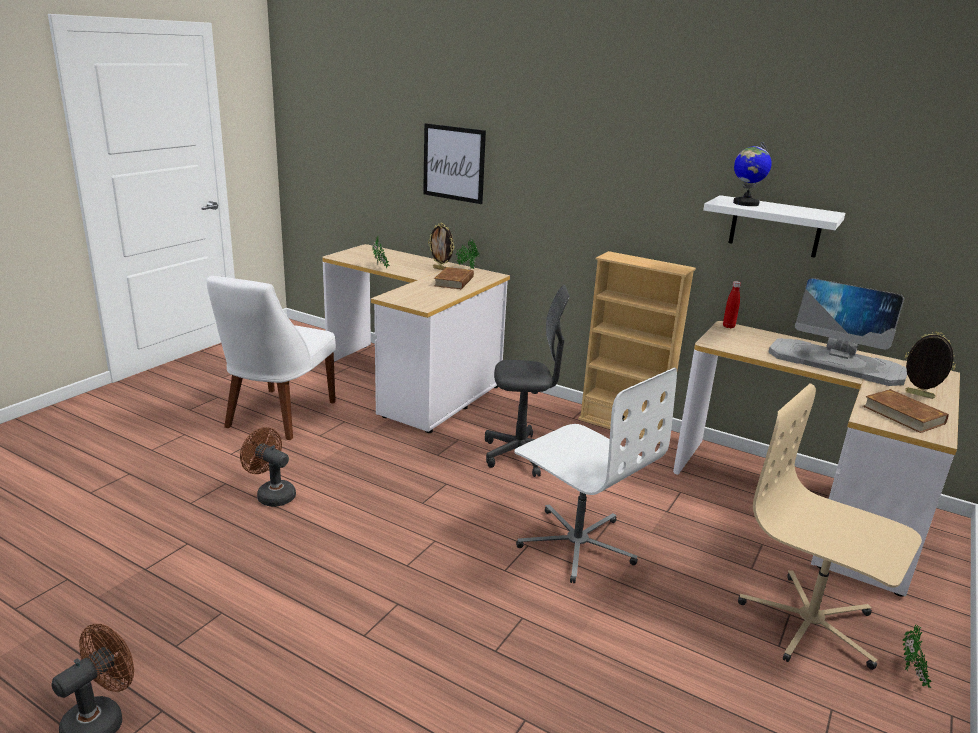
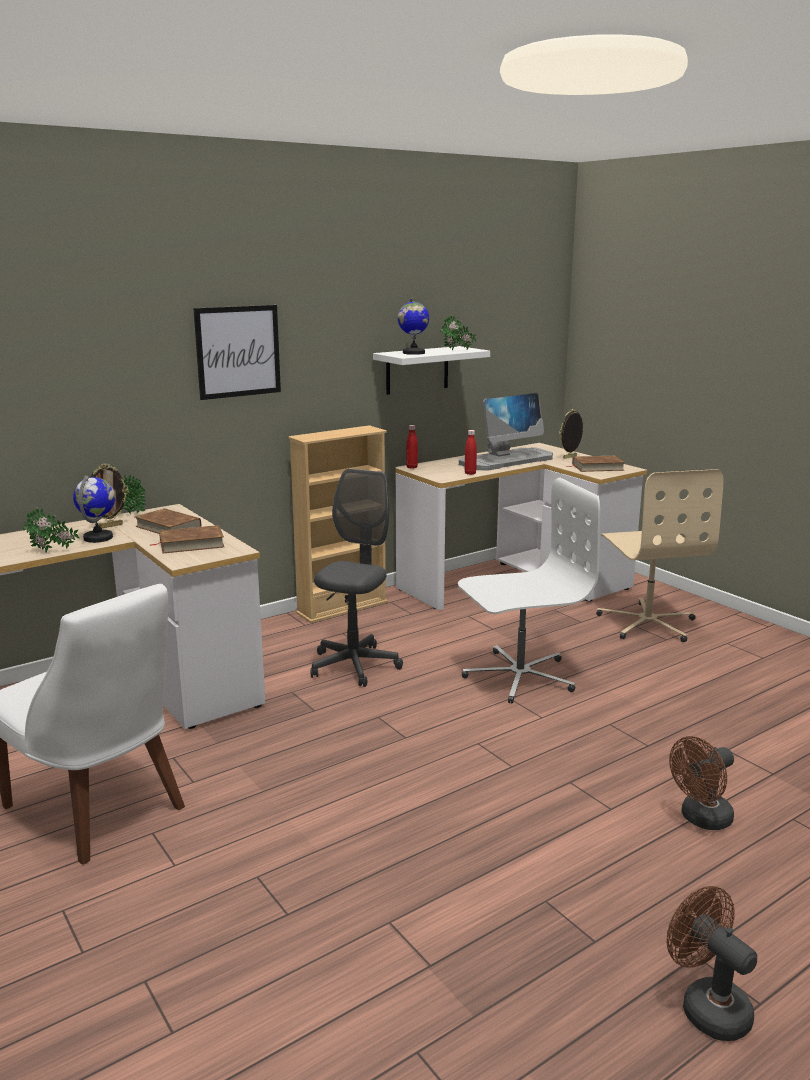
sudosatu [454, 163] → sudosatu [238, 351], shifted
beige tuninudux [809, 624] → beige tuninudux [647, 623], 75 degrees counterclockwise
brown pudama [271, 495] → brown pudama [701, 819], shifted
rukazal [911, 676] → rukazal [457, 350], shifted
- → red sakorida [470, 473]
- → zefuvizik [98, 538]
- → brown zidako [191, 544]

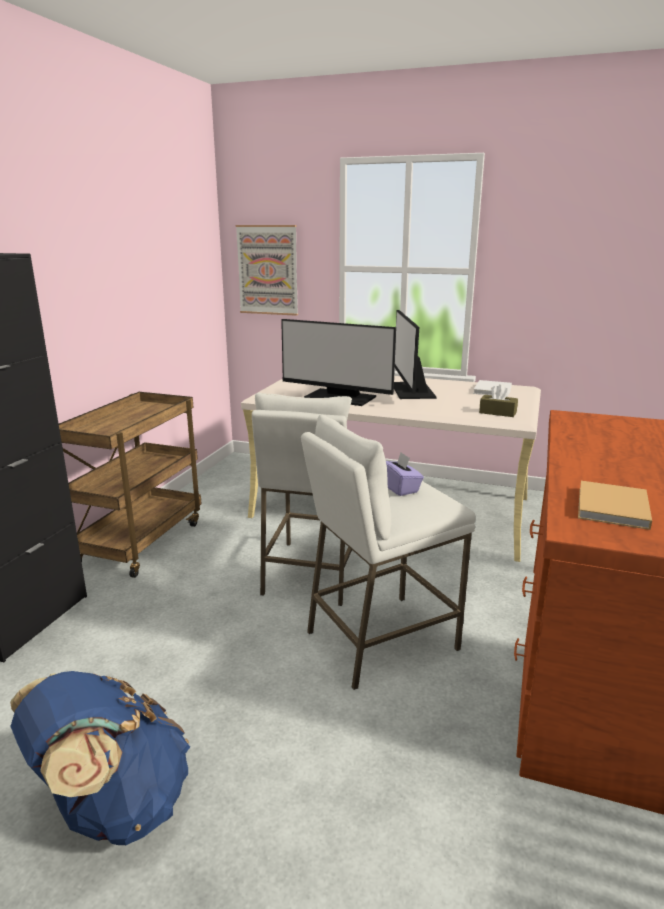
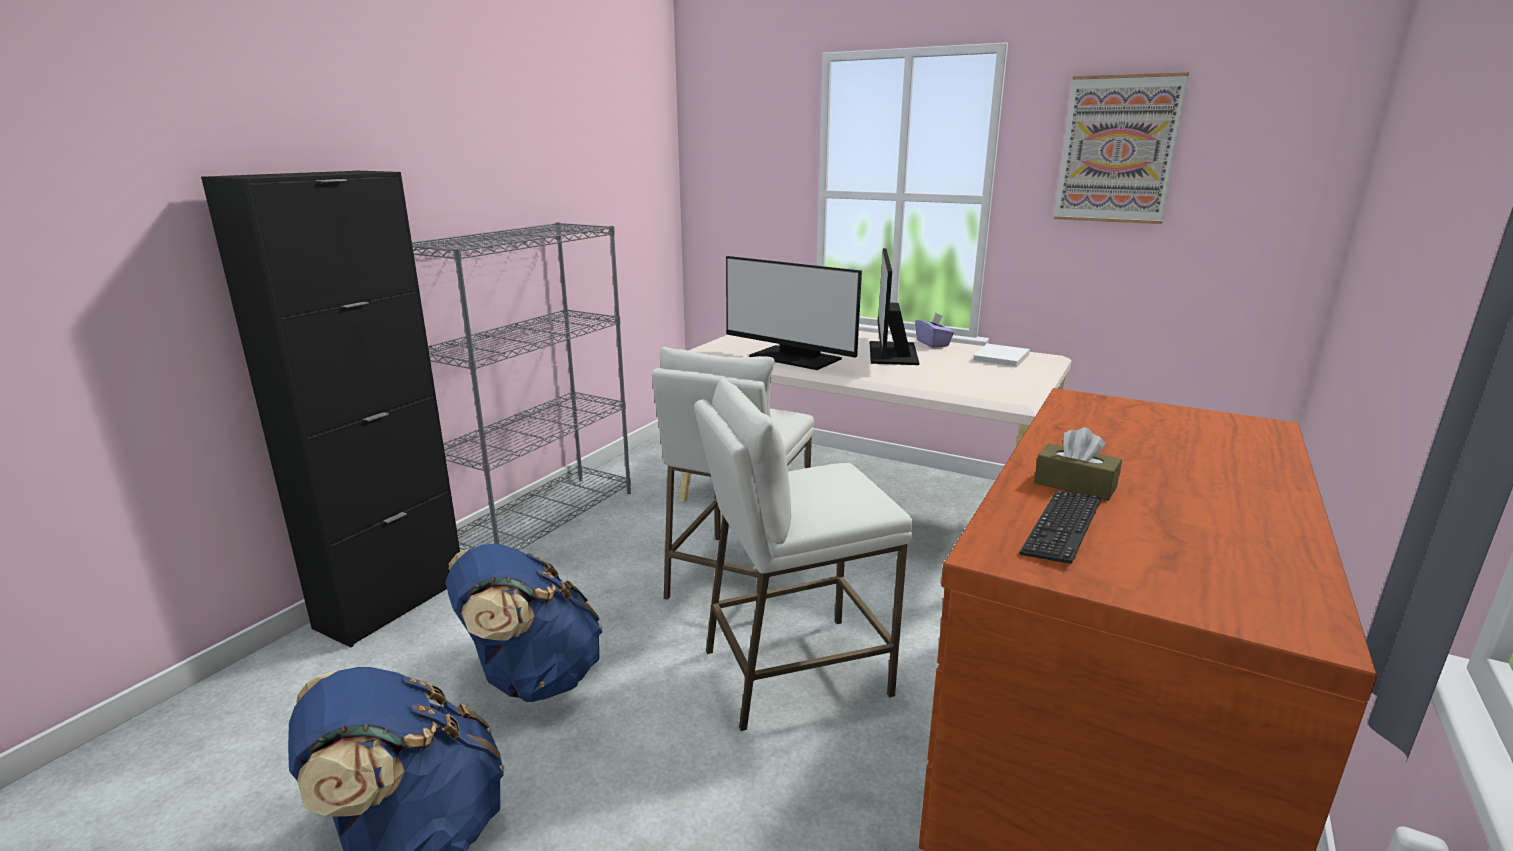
sudosatu [268, 270] → sudosatu [1117, 150], shifted
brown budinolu [497, 412] → brown budinolu [1075, 485], shifted
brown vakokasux [141, 541] → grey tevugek [545, 520]
purple budinolu [399, 488] → purple budinolu [933, 343], shifted
beige zidako [612, 508] → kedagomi [1062, 528]
- → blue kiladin [532, 678]

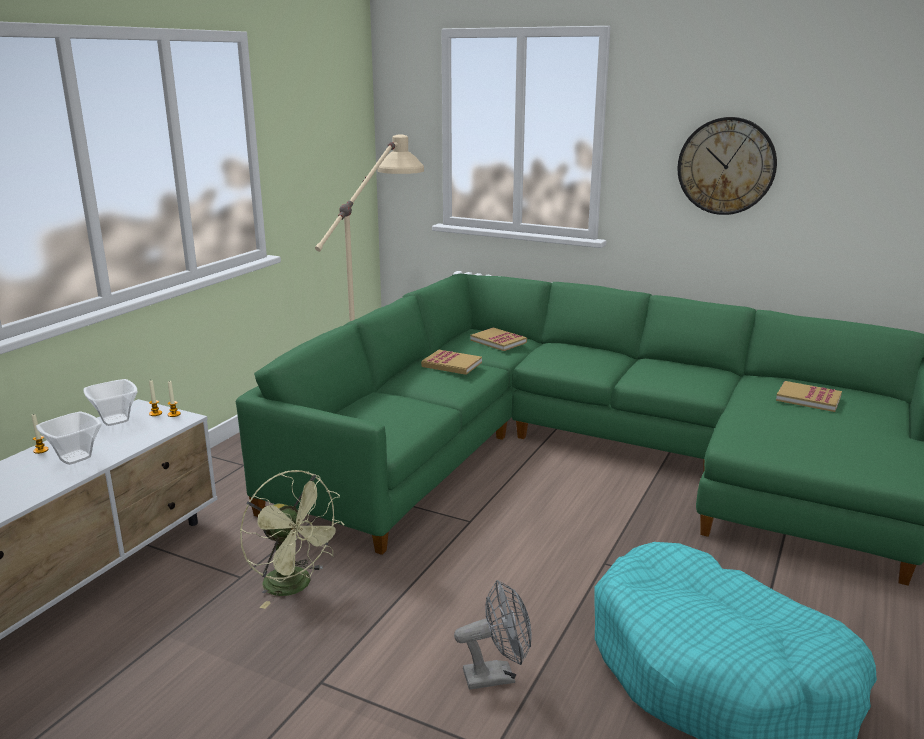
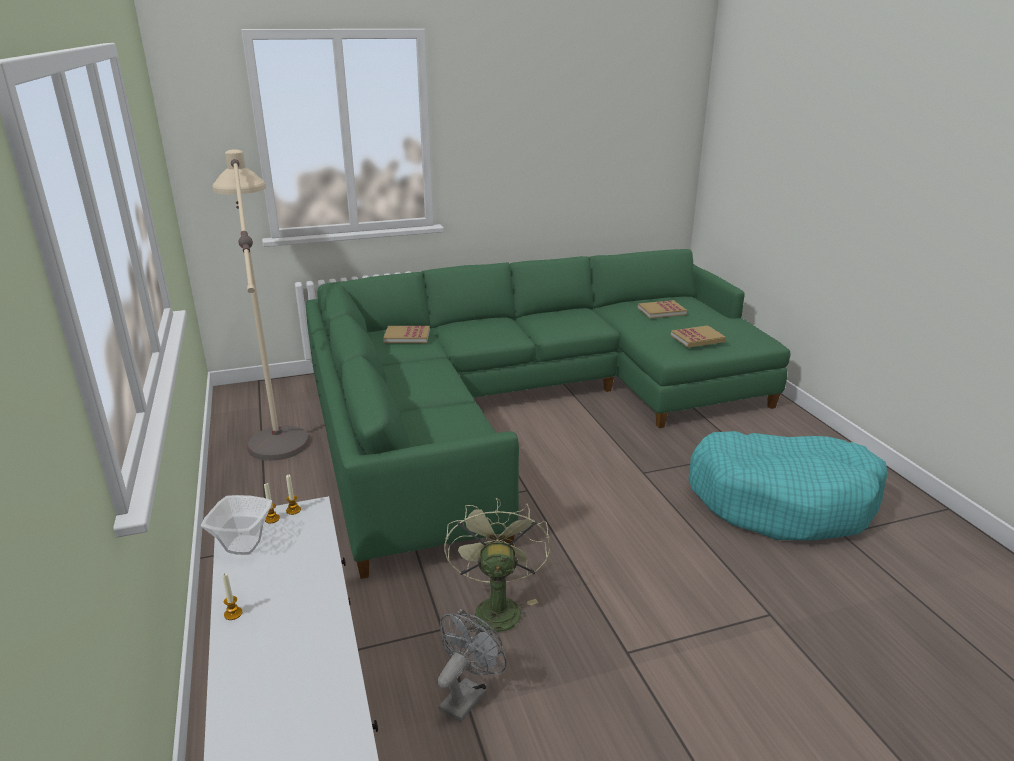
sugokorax [726, 166] → -
zidako [451, 364] → zidako [697, 339], shifted
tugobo [73, 457] → -
green pudama [295, 586] → green pudama [495, 607], 90 degrees counterclockwise
grey pudama [497, 675] → grey pudama [467, 695], shifted

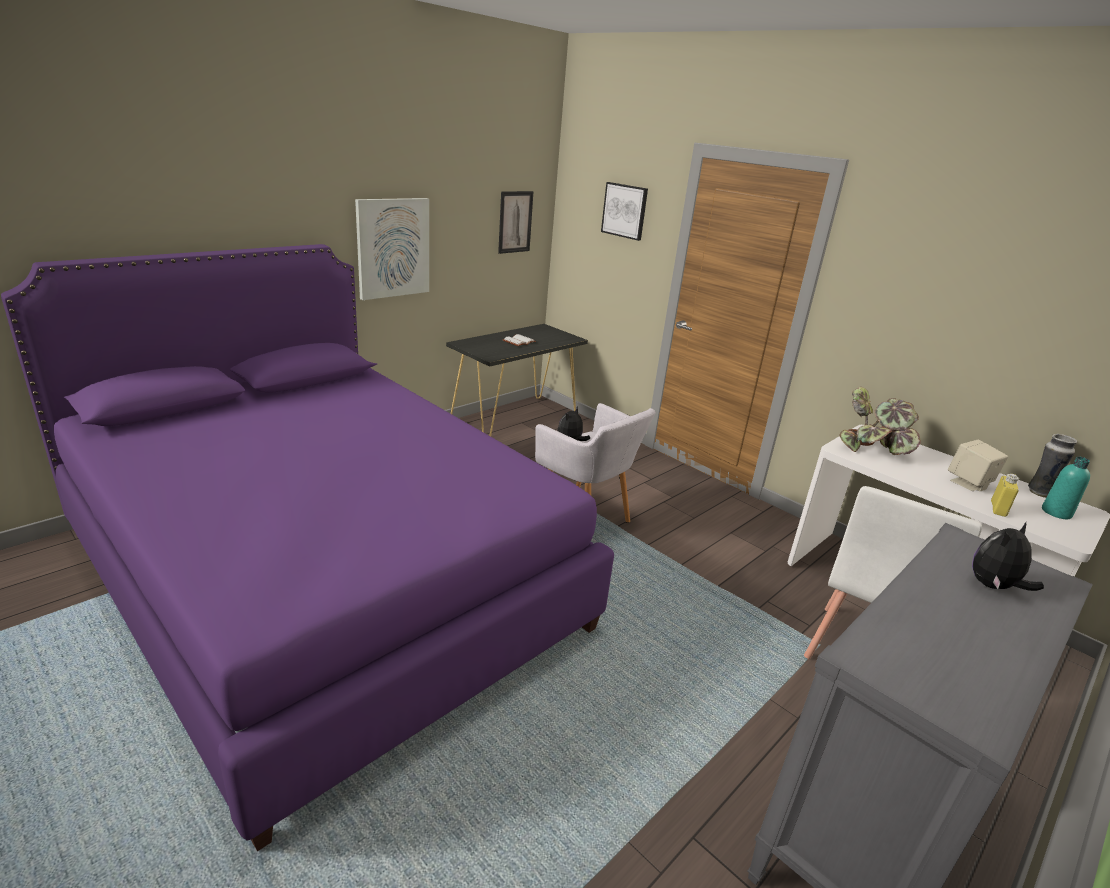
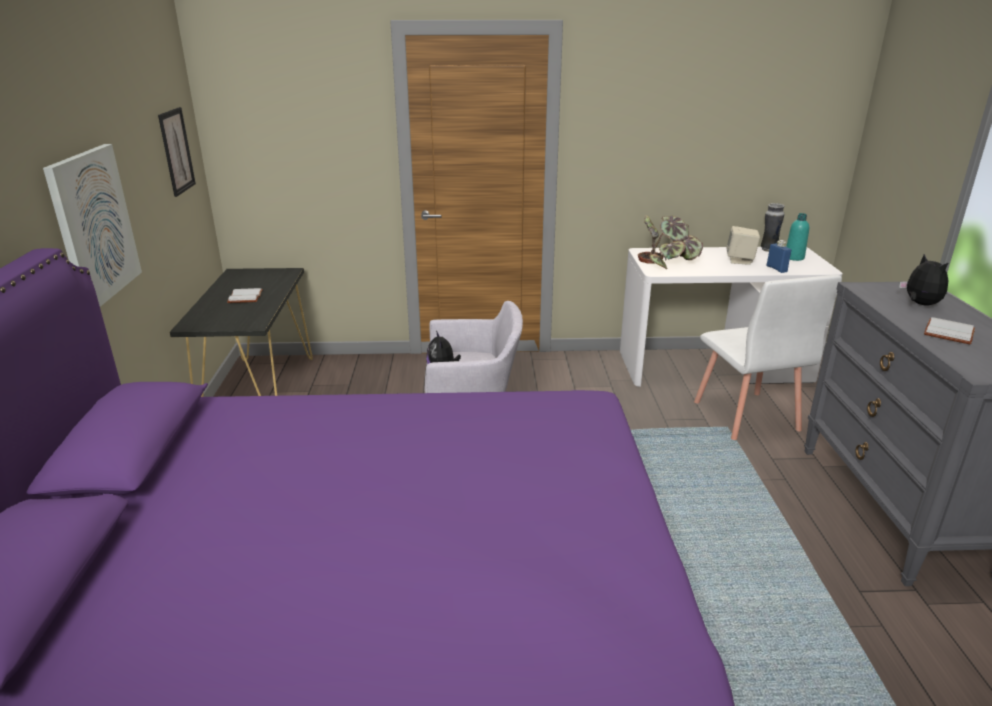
sudosatu [624, 211] → -
yellow sakorida [998, 509] → blue sakorida [776, 269]
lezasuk [994, 586] → lezasuk [919, 304], 150 degrees clockwise
- → white zidako [950, 333]

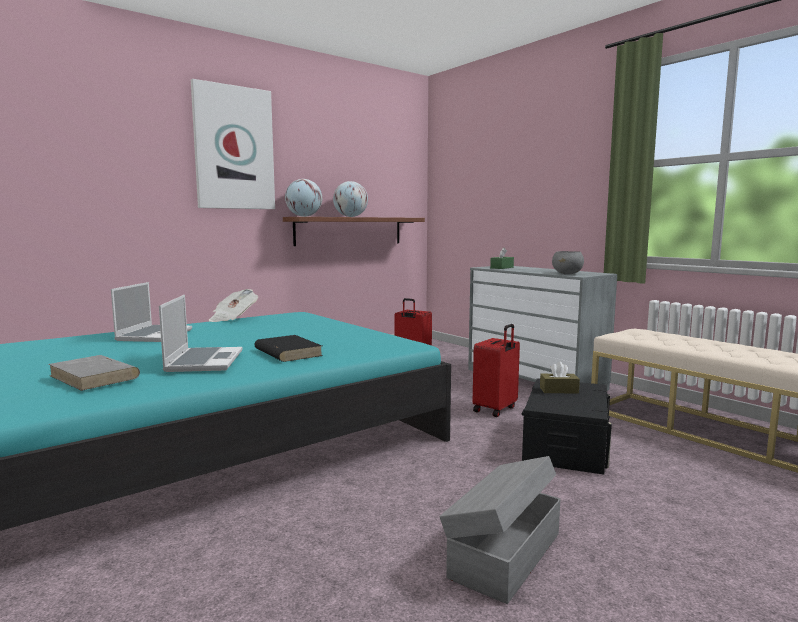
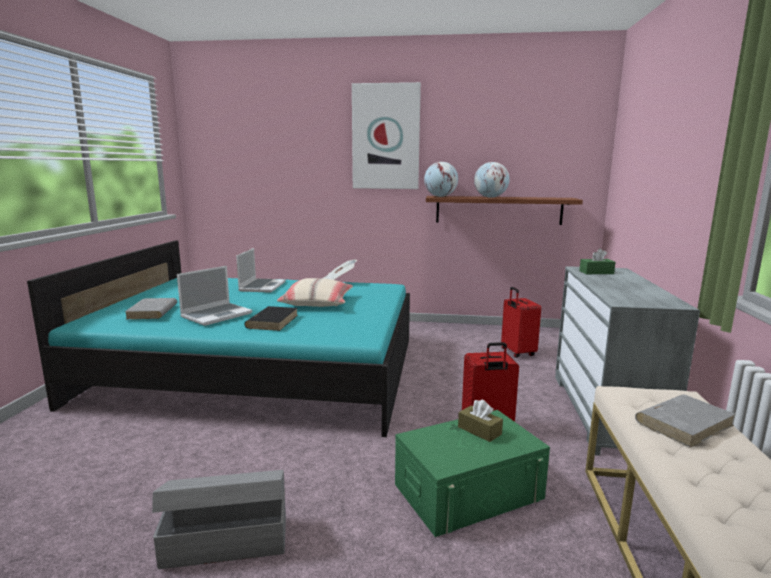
grey tugobo [567, 273] → -
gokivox [154, 335] → gokivox [262, 286], 45 degrees counterclockwise
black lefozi [565, 445] → green lefozi [468, 491]
- → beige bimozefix [317, 303]
- → grey zidako [684, 423]

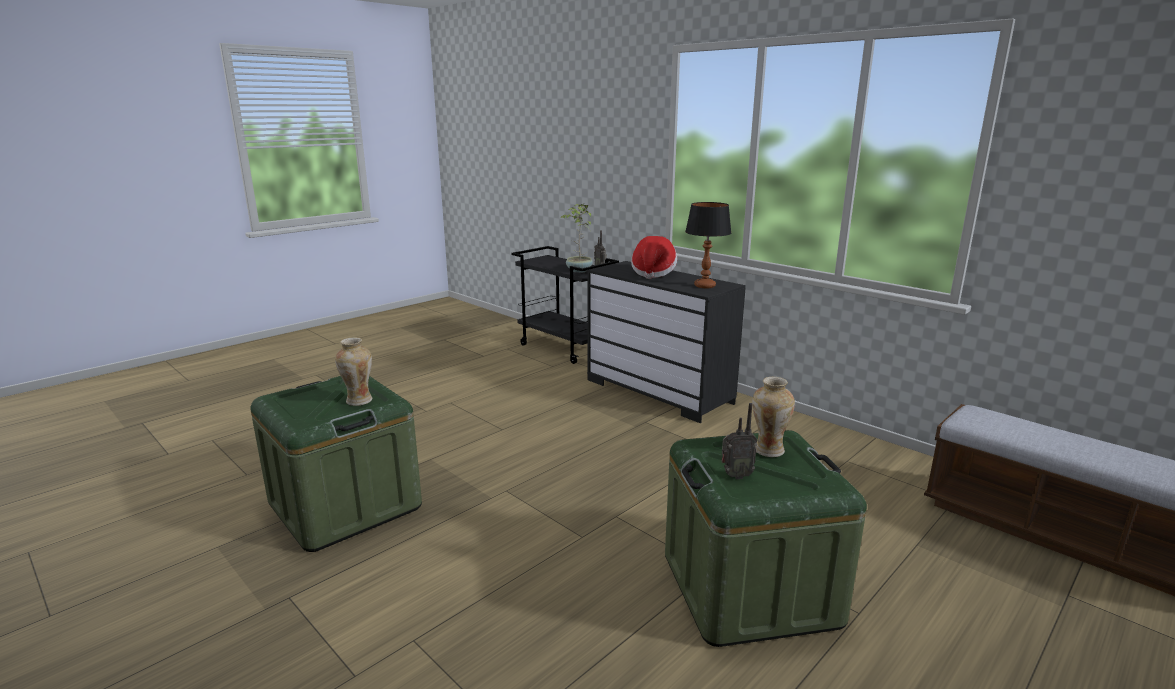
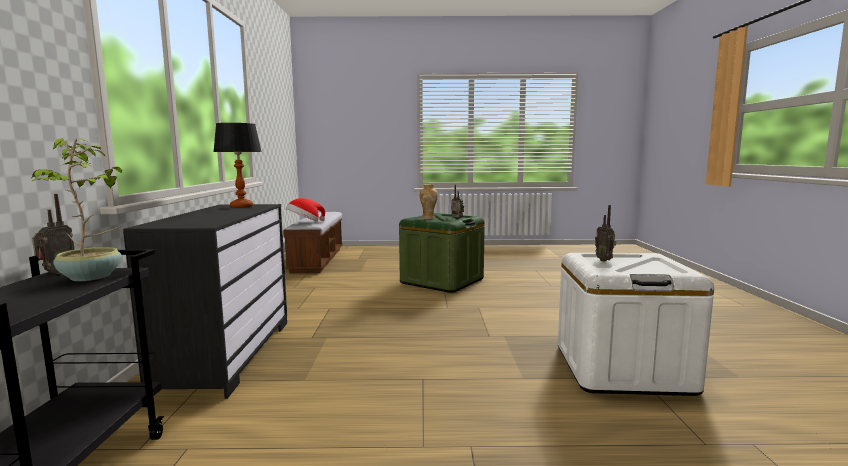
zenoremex [653, 273] → zenoremex [304, 223], shifted
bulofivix [358, 401] → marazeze [604, 260]
green lefozi [345, 505] → white lefozi [622, 368]

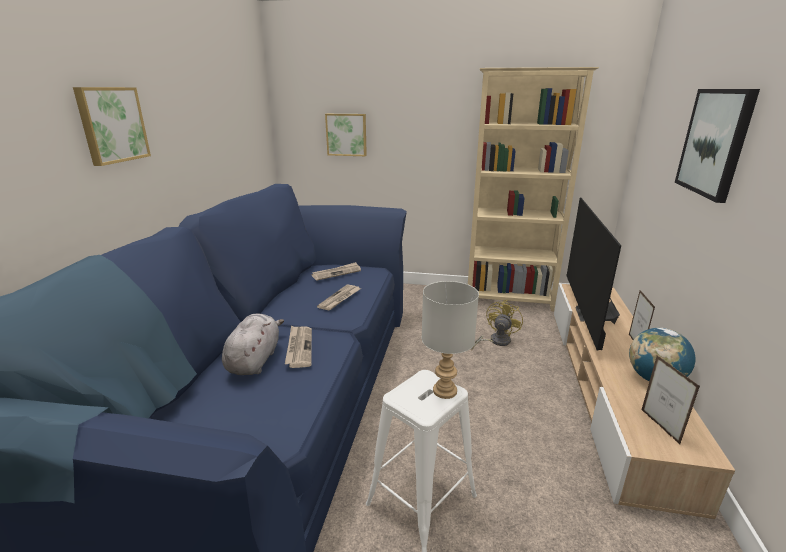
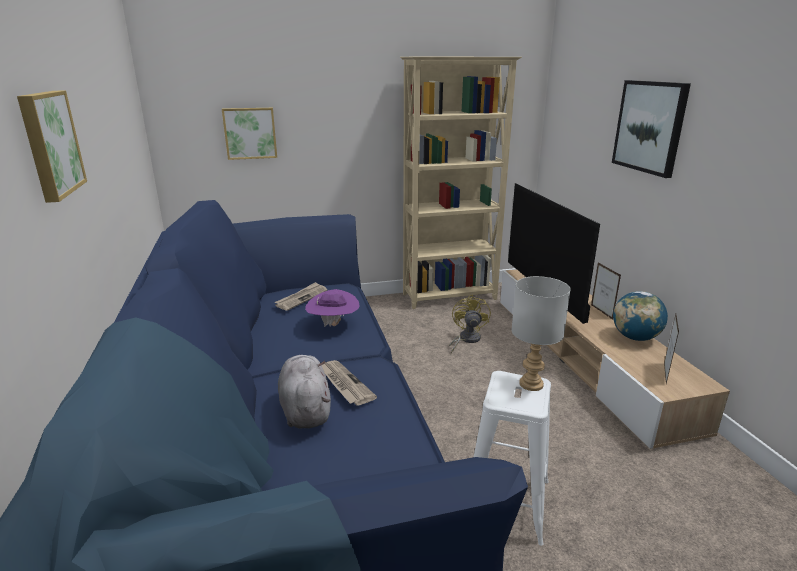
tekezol [340, 299] → purple zenoremex [333, 325]
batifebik [659, 426] → batifebik [665, 373], 60 degrees clockwise

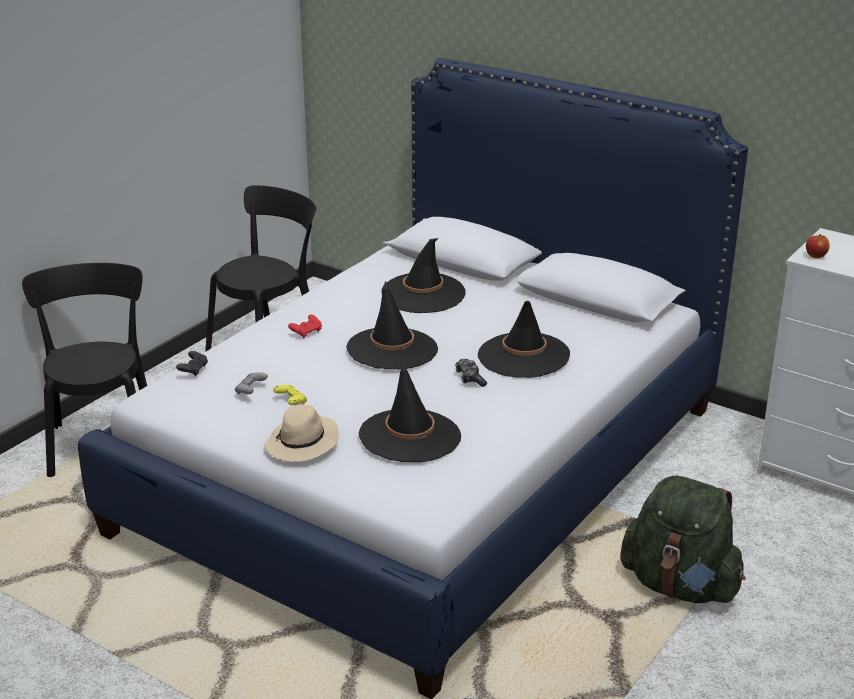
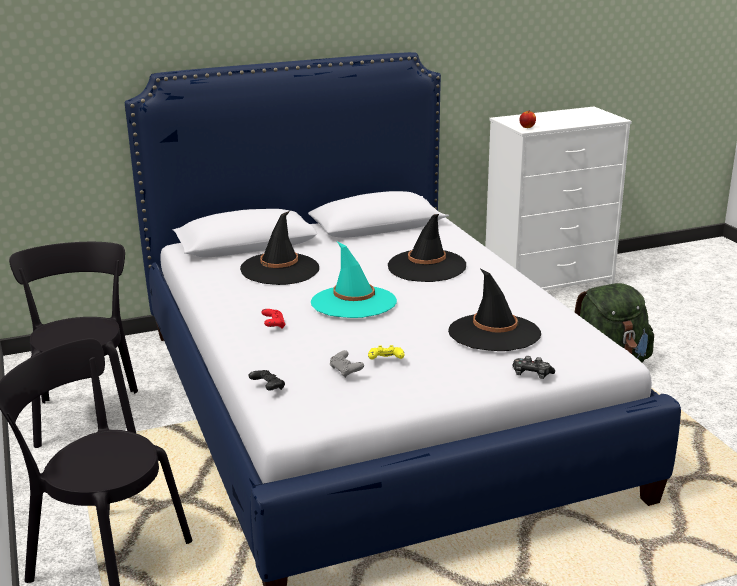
black zenoremex [392, 349] → turquoise zenoremex [353, 302]
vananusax [470, 378] → vananusax [531, 374], shifted
beige zenoremex [302, 444] → -

